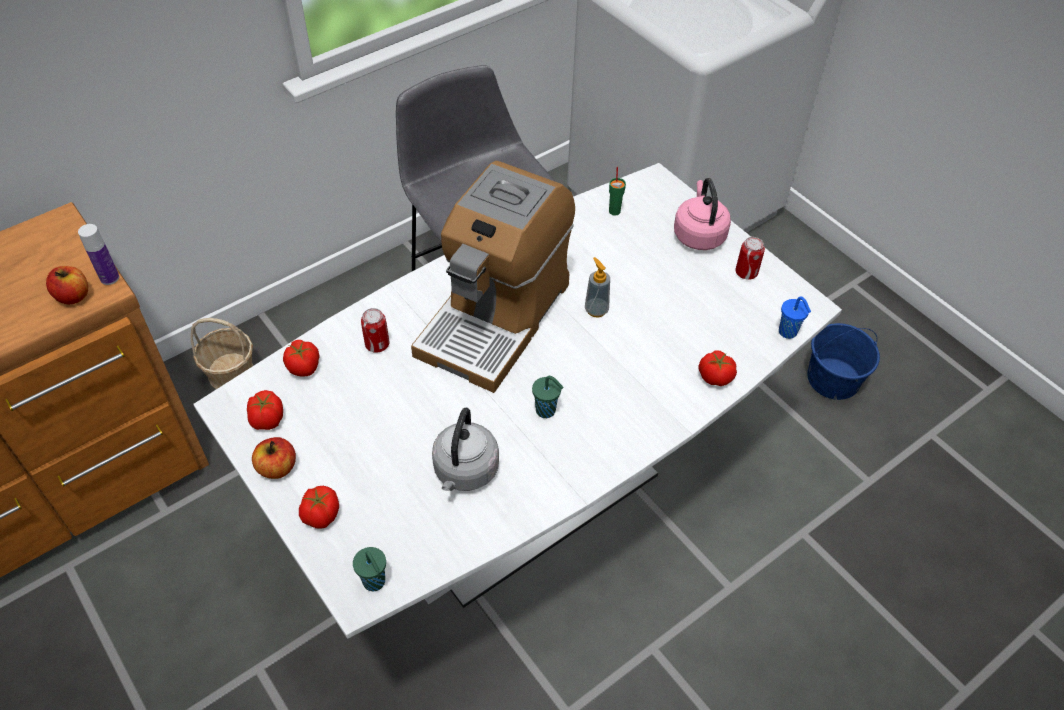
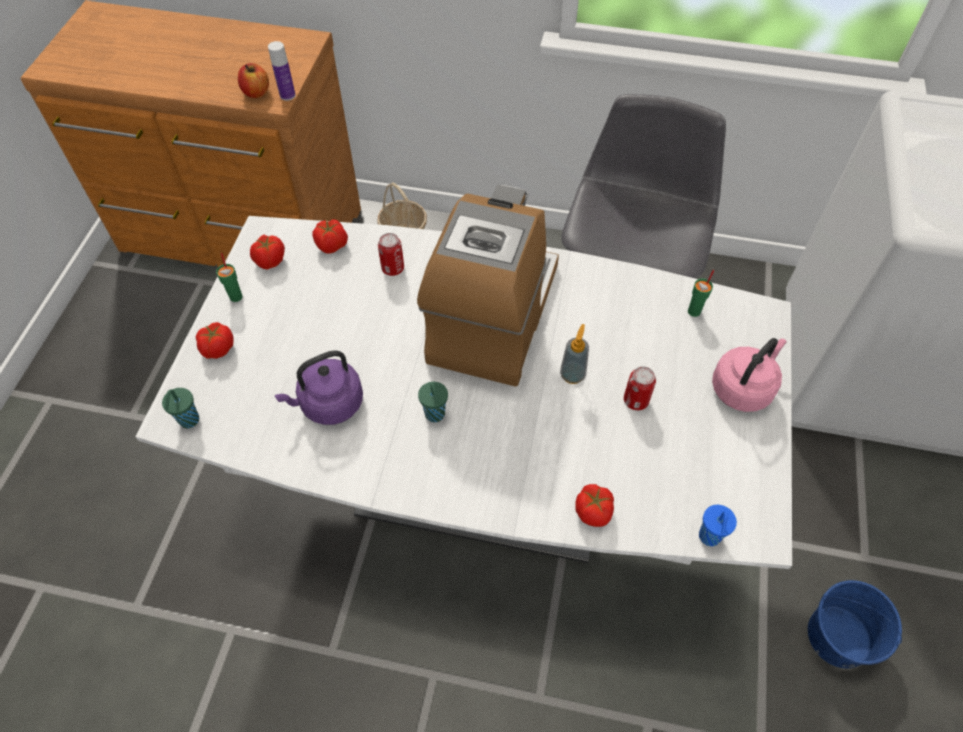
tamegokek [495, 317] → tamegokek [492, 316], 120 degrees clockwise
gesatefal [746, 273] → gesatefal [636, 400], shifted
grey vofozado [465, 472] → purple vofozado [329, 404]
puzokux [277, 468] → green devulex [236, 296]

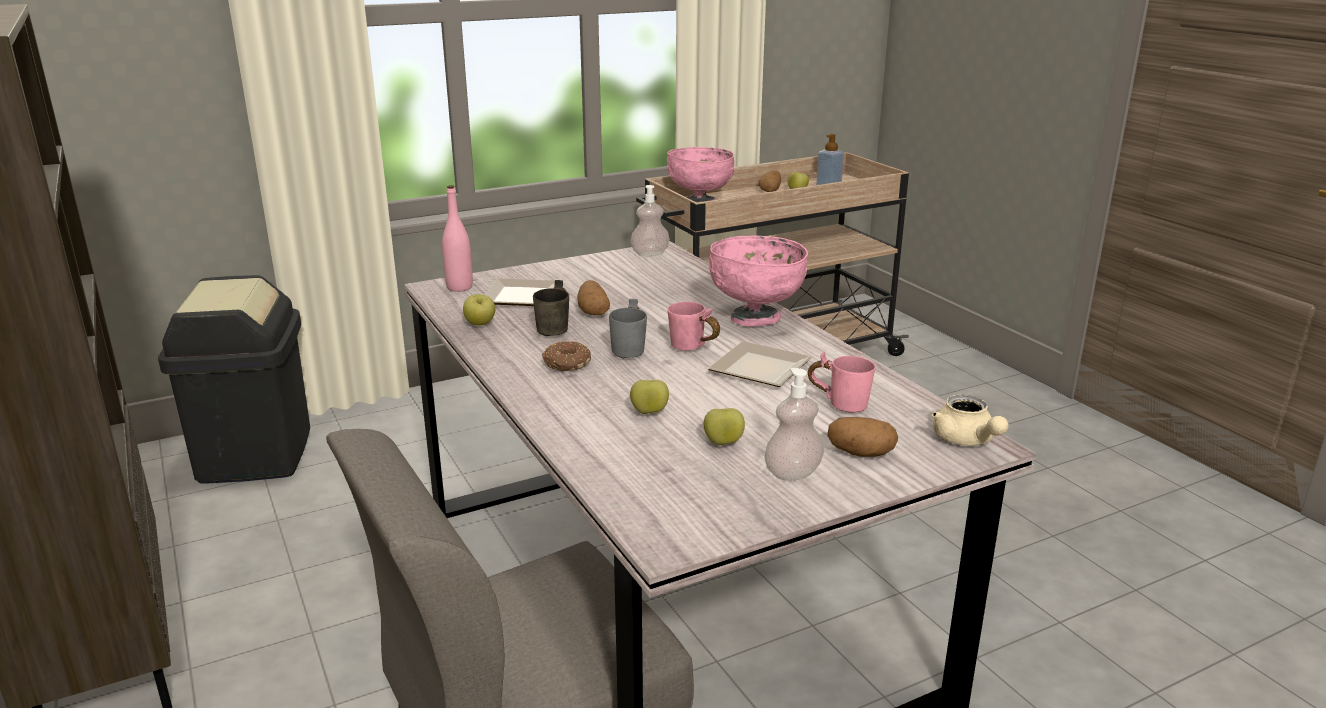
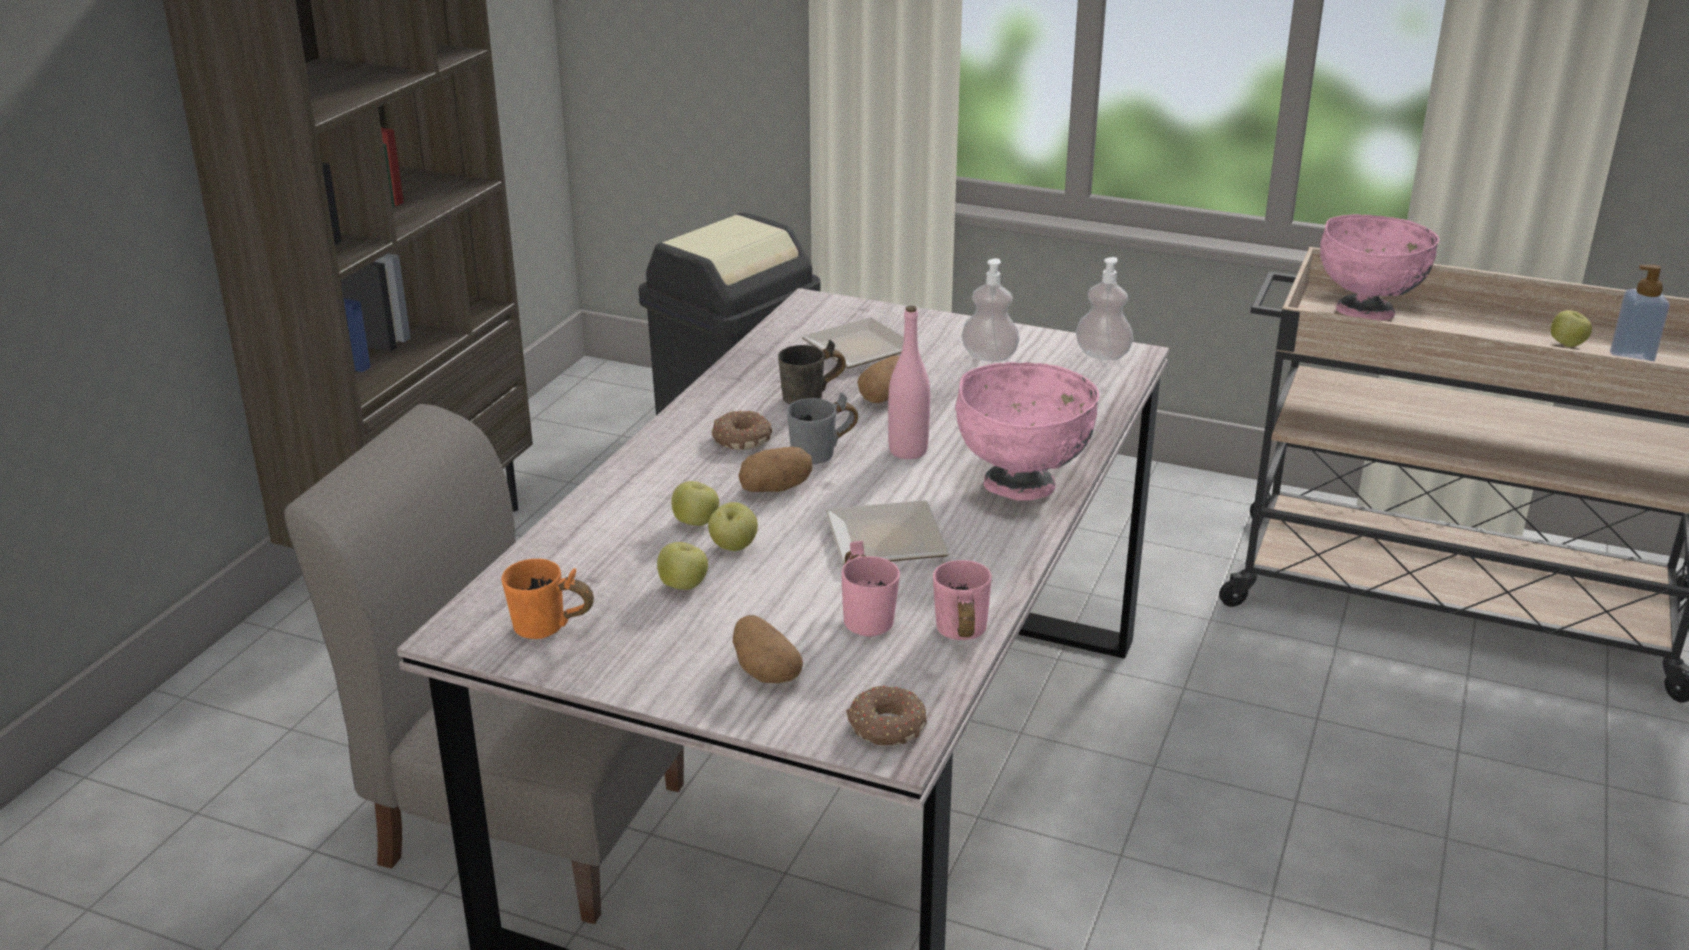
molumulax [770, 191] → molumulax [775, 488], shifted
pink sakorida [459, 287] → pink sakorida [908, 451], shifted
puzokux [480, 324] → puzokux [734, 547], shifted
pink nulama [690, 350] → pink nulama [955, 637], shifted
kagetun [793, 473] → kagetun [989, 356], shifted
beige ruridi [966, 440] → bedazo [886, 727]
- → orange nulama [548, 633]

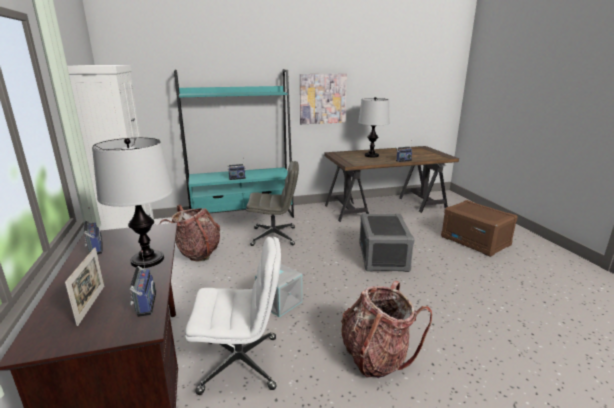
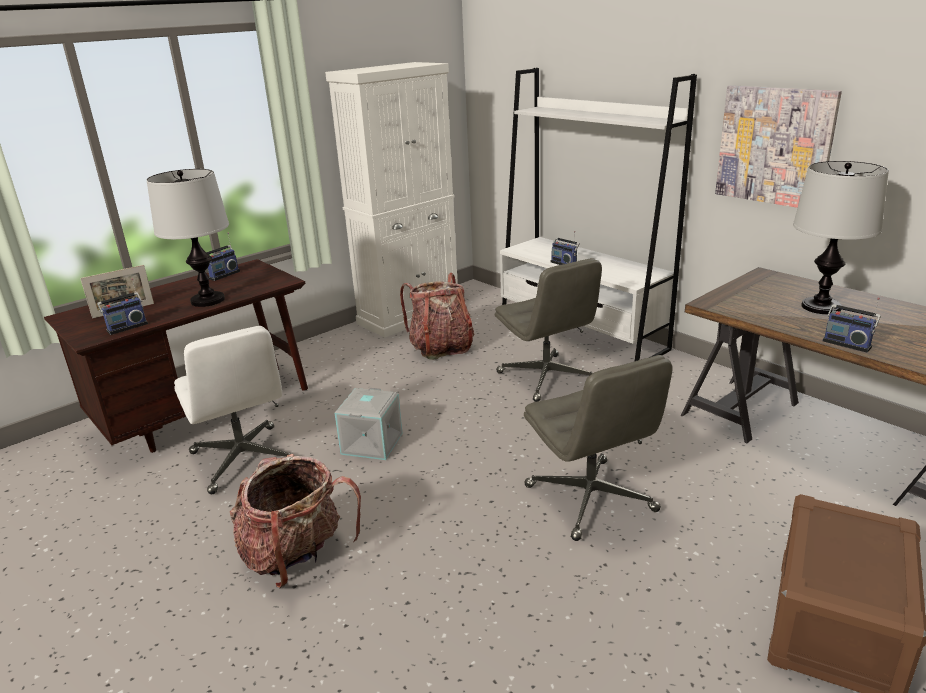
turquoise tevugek [243, 216] → white tevugek [581, 333]
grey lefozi [383, 257] → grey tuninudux [591, 499]

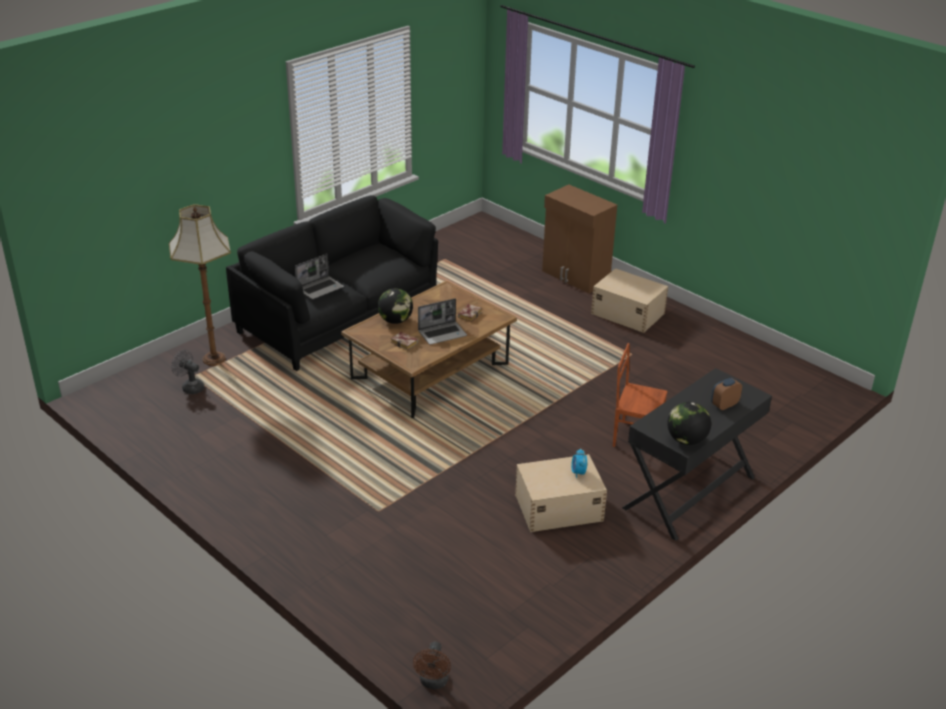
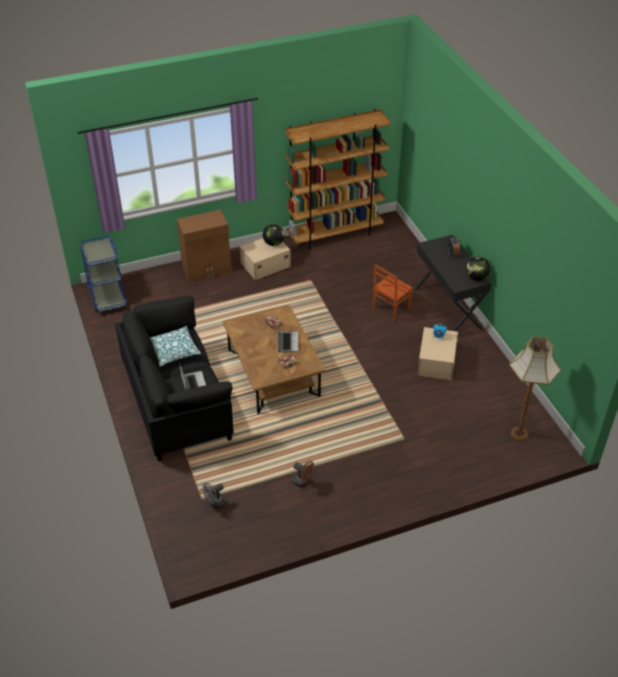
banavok [213, 359] → banavok [518, 434], shifted
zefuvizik [395, 321] → zefuvizik [273, 243], shifted
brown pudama [433, 683] → brown pudama [303, 482], shifted
- → brown tevugek [335, 234]
- → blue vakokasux [107, 296]
- → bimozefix [174, 350]

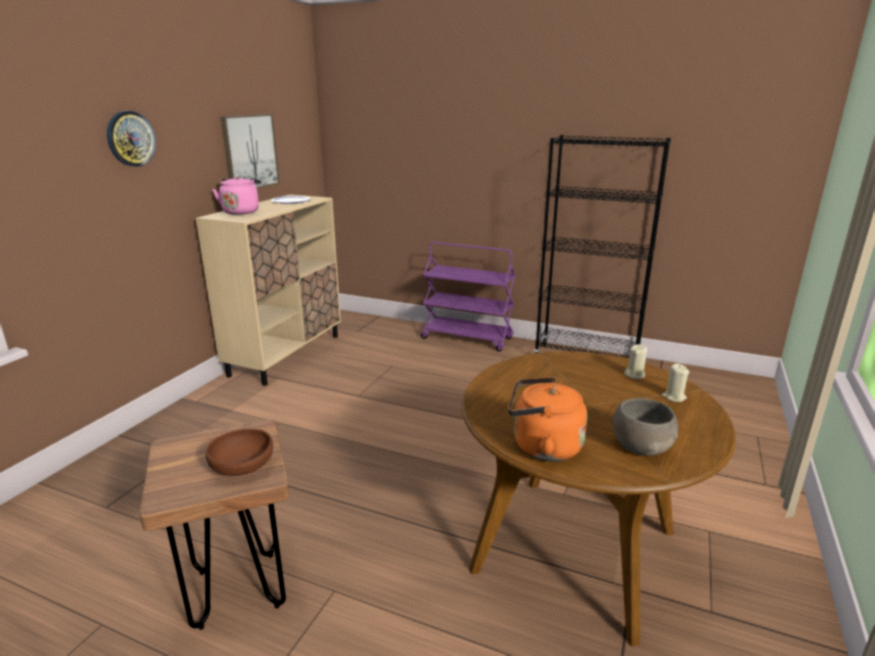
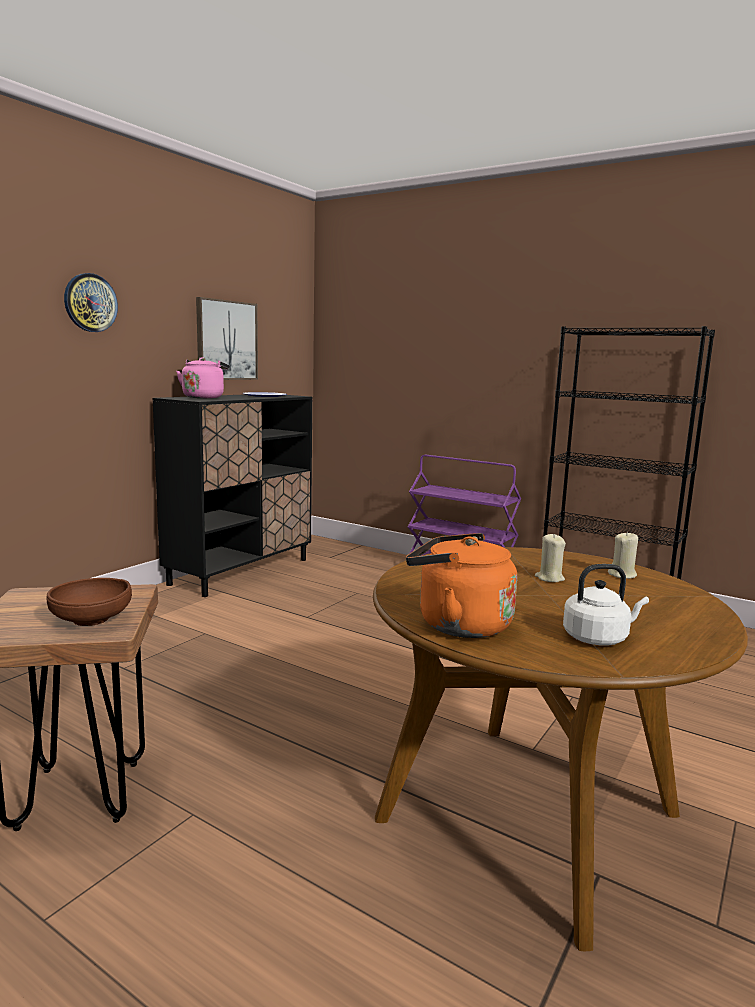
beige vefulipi [286, 355] → black vefulipi [241, 571]
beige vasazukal [673, 397] → beige vasazukal [549, 578], shifted
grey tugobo [641, 446] → white vofozado [598, 638]

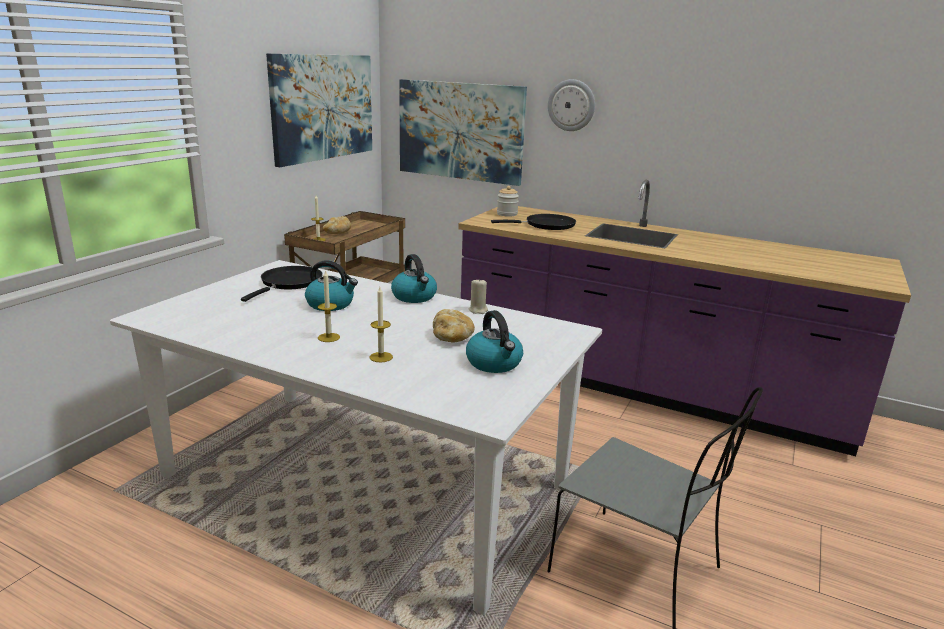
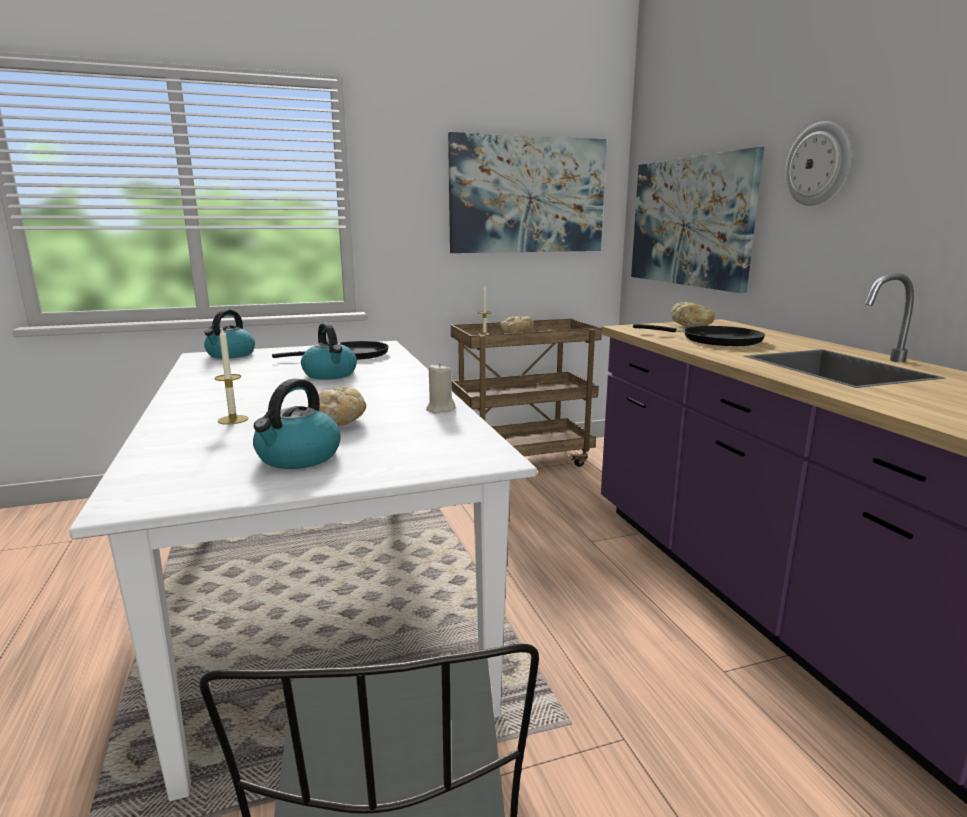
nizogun [507, 214] → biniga [692, 326]
vofozado [414, 297] → vofozado [230, 355], shifted
vasazukal [328, 337] → -

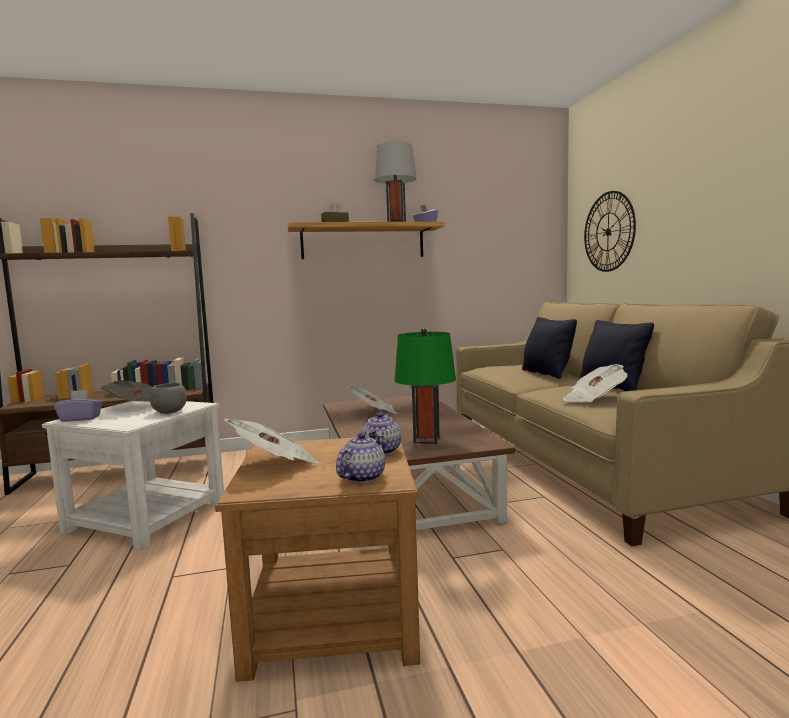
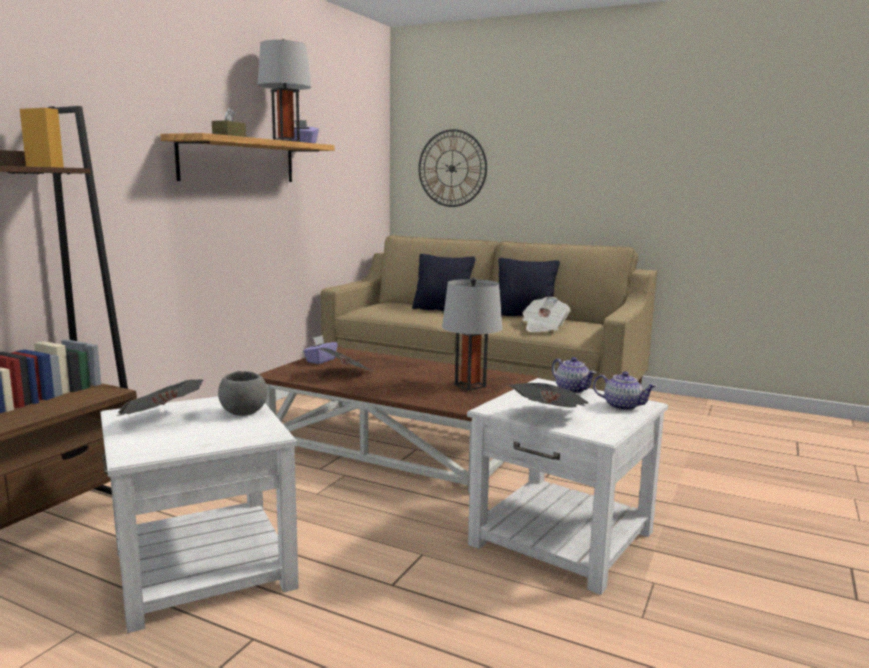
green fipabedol [426, 440] → grey fipabedol [470, 386]
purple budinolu [80, 418] → purple budinolu [320, 360], shifted
ruridi [362, 477] → ruridi [623, 406], 135 degrees clockwise
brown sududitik [331, 615] → white sududitik [562, 538]

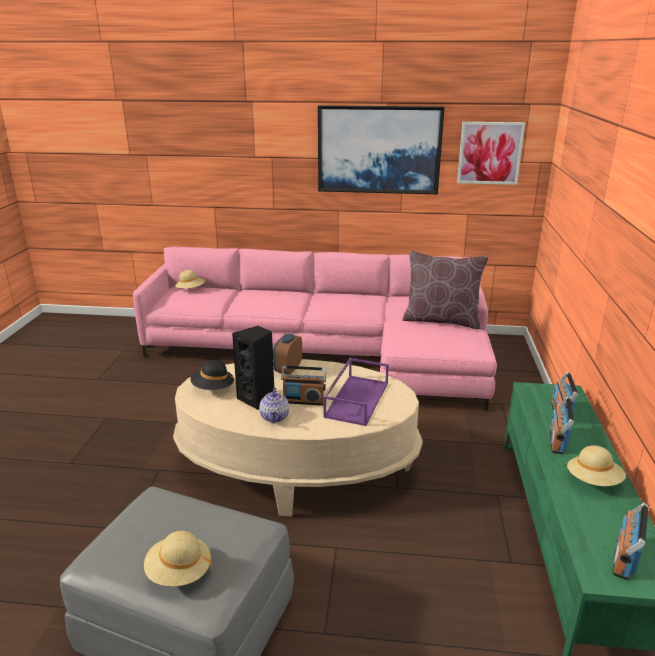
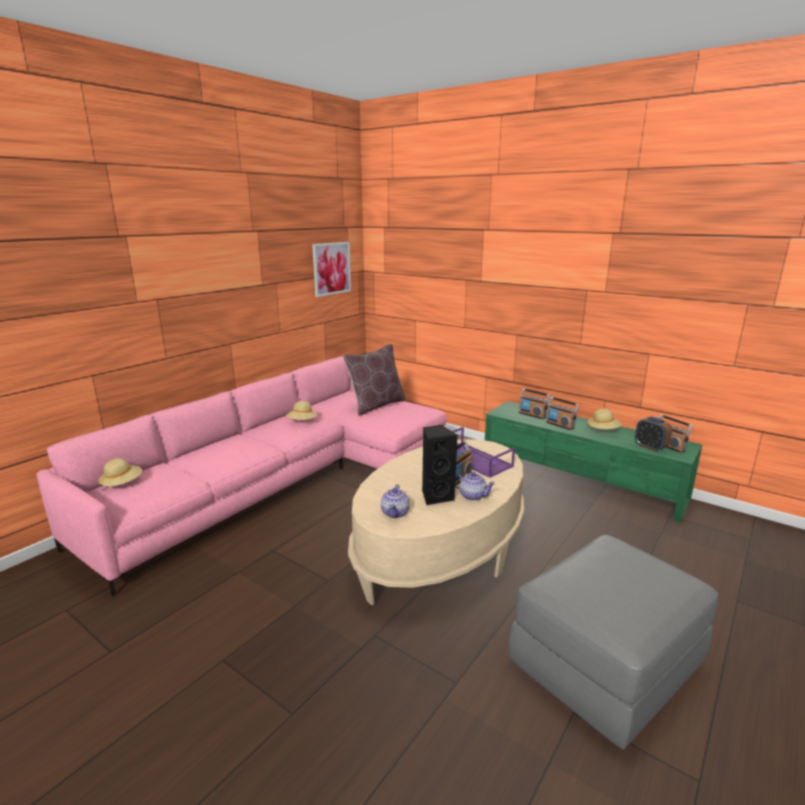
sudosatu [379, 149] → -
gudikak [288, 369] → gudikak [650, 447], shifted
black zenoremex [213, 388] → ruridi [395, 513]
beige zenoremex [179, 572] → beige zenoremex [302, 422], shifted

